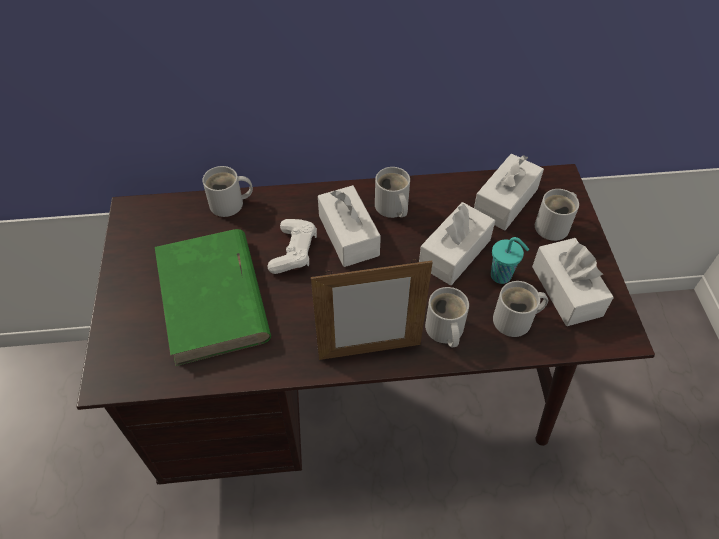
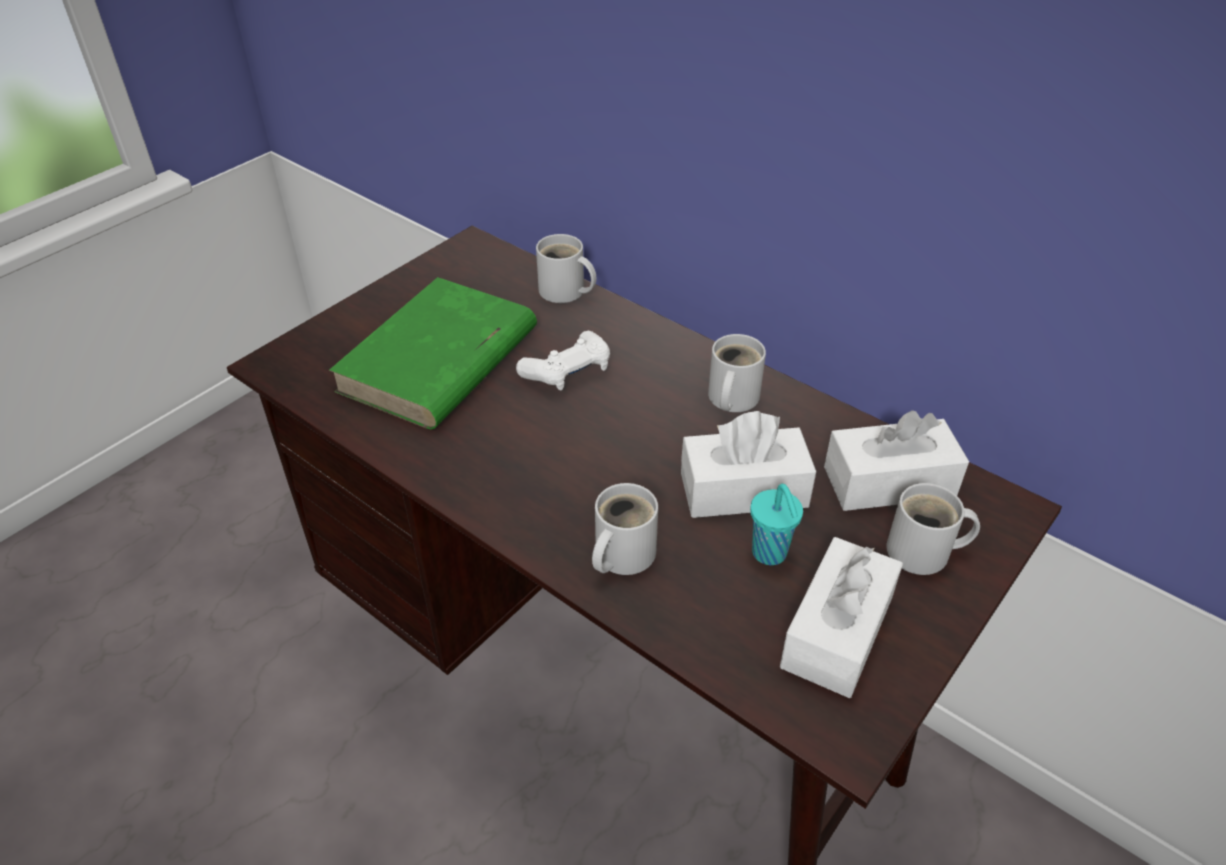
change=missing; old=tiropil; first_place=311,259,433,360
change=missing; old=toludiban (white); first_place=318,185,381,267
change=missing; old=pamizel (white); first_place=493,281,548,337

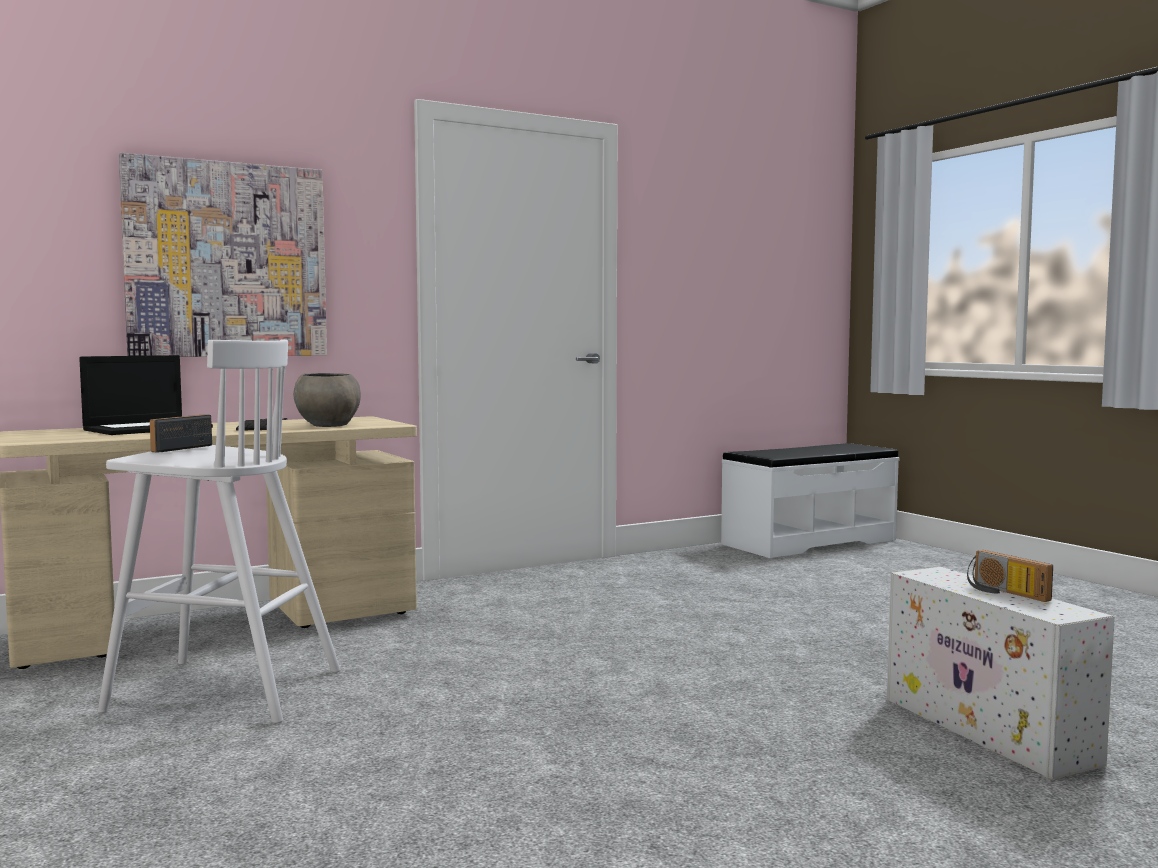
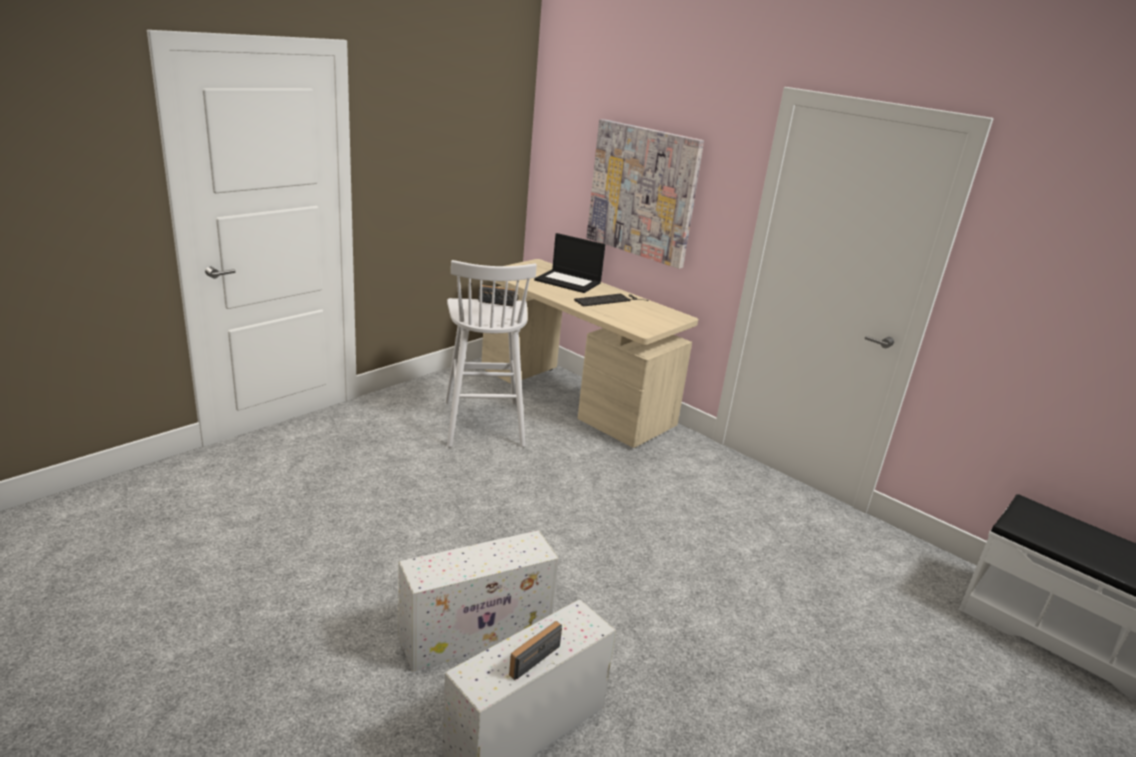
change=appeared; new=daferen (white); second_place=399,530,559,672
change=missing; old=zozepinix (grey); first_place=293,373,361,427

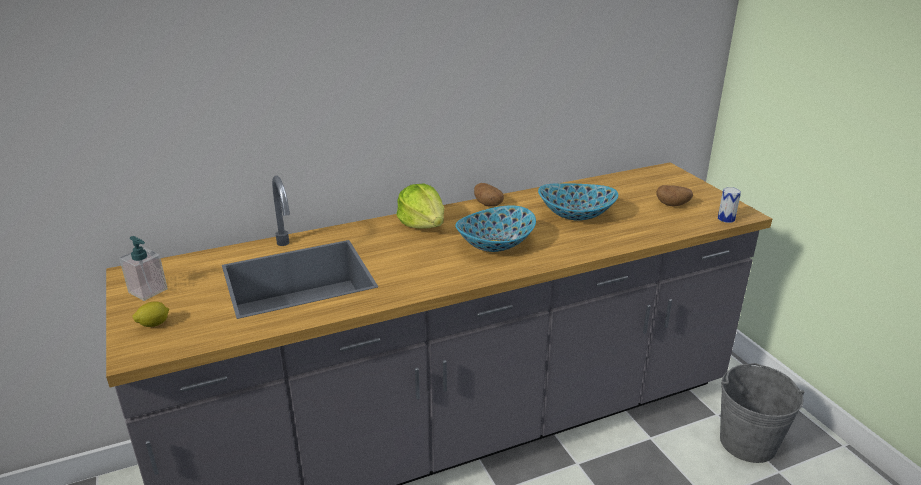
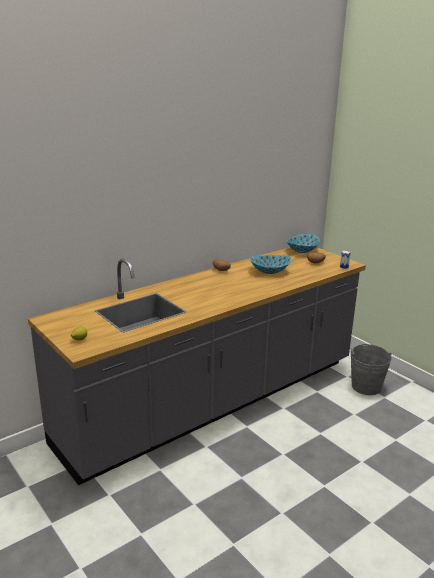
change=relocated; old=zozepinix; first_place=455,205,536,252; second_place=286,234,320,253
change=missing; old=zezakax; first_place=119,236,168,301
change=missing; old=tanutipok; first_place=396,183,444,229

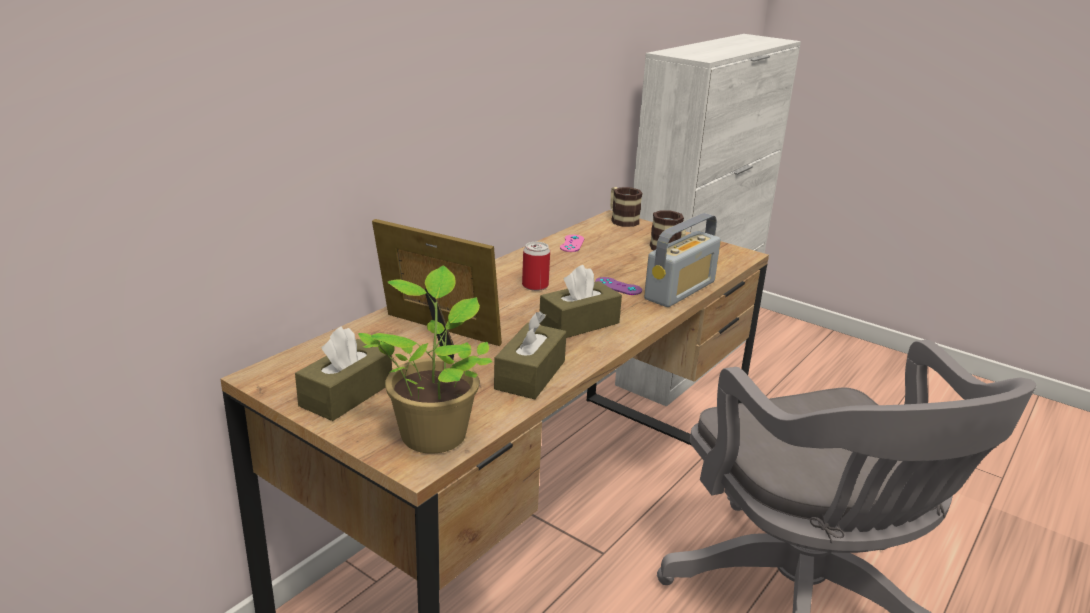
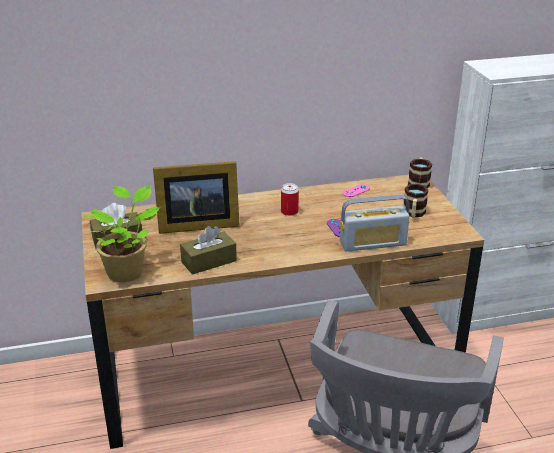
change=spun; old=tiropil; first_place=372,219,502,359; second_place=153,161,240,234; degrees=105
change=missing; old=toludiban (brown); first_place=540,265,622,338

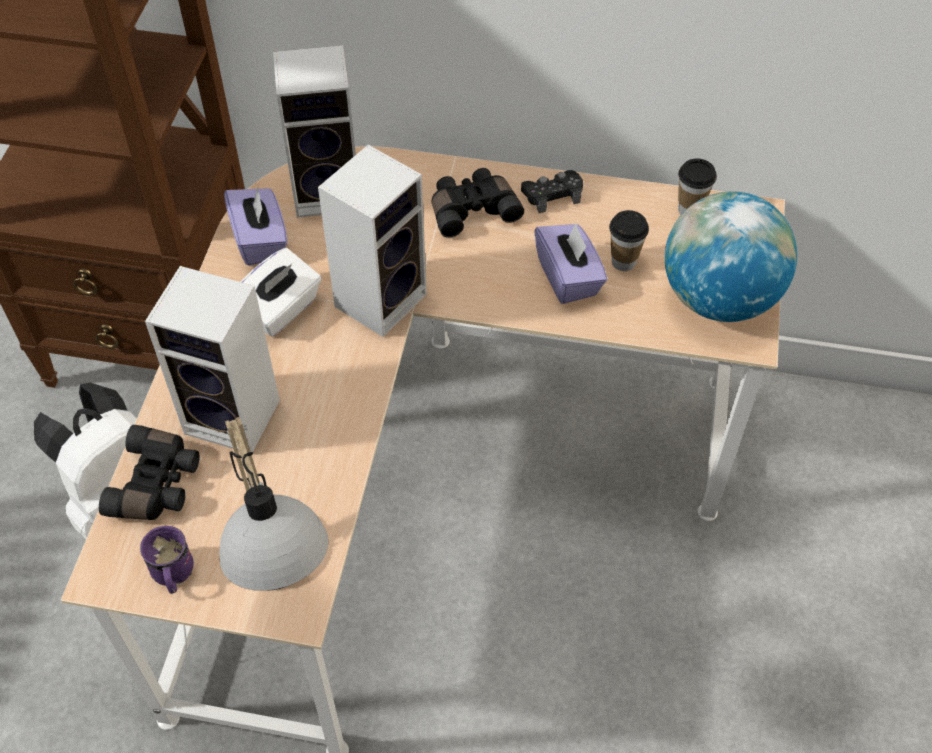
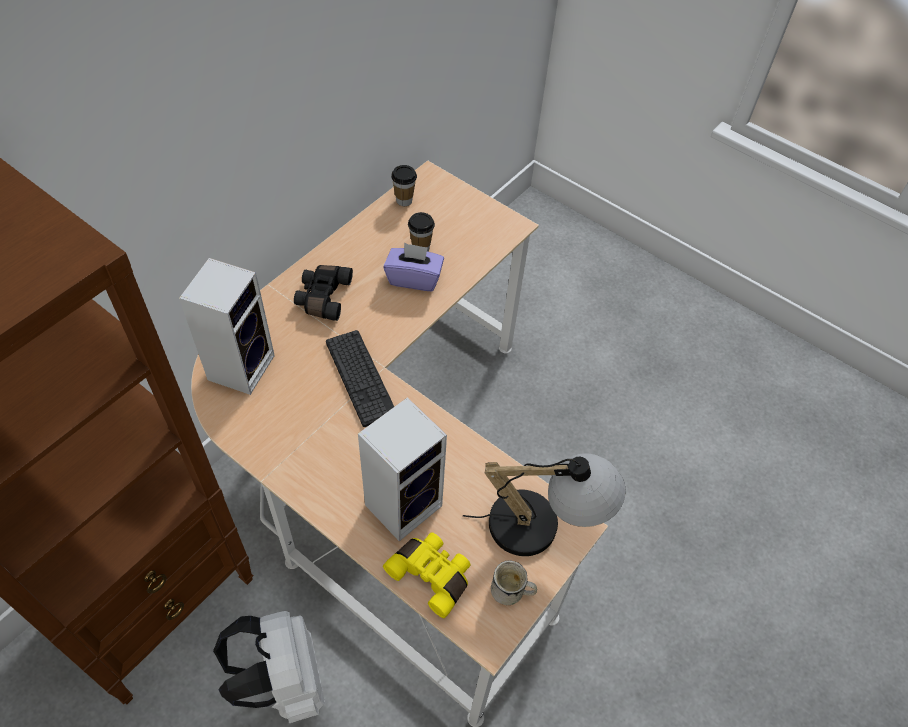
change=exchanged; old=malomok; new=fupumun; first_place=318,145,427,337; second_place=326,330,394,427
change=colour; old=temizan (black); new=temizan (yellow); first_place=99,425,200,520; second_place=383,532,471,618
change=colour; old=pamizel (purple); new=pamizel (white); first_place=140,526,194,594; second_place=491,560,537,605
change=missing; old=toludiban (purple); first_place=224,187,288,266
change=missing; old=toludiban (white); first_place=241,248,321,337
change=missing; old=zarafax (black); first_place=521,170,583,213
change=missing; old=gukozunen; first_place=665,191,797,322

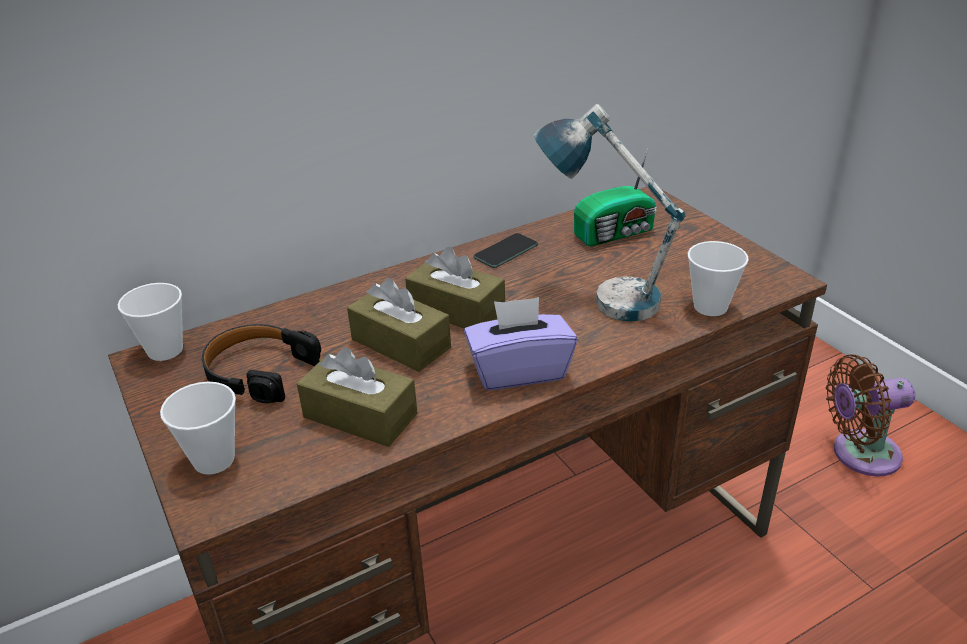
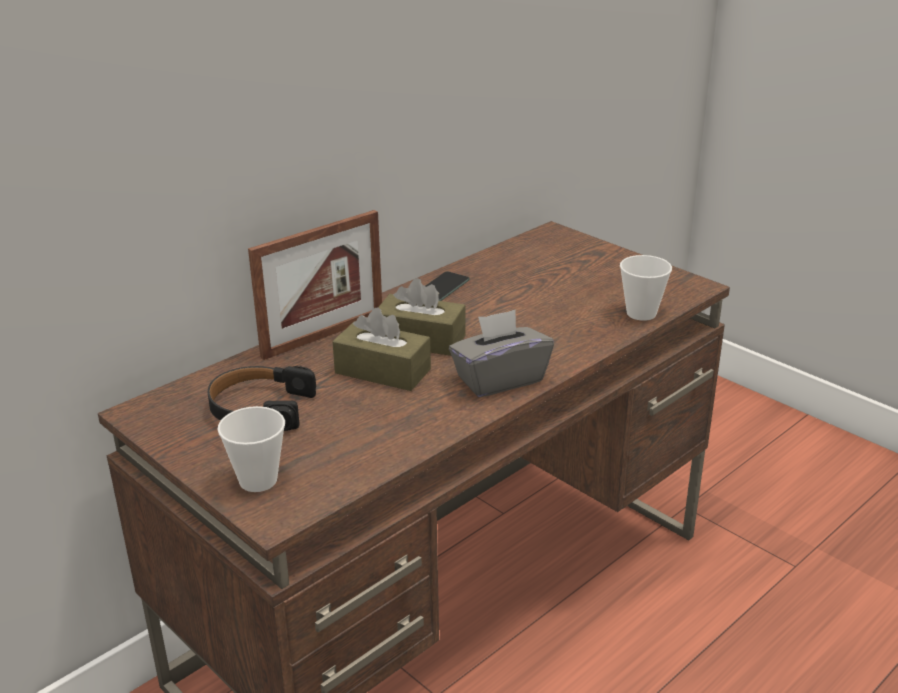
change=appeared; new=tiropil; second_place=248,210,382,360
change=colour; old=toludiban (purple); new=toludiban (grey); first_place=464,297,577,390; second_place=449,310,554,397
change=missing; old=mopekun; first_place=118,283,183,361
change=missing; old=toludiban (brown); first_place=297,347,418,447
change=missing; old=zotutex; first_place=533,104,685,322
change=missing; old=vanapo; first_place=574,146,657,247
change=missing; old=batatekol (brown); first_place=826,354,915,477

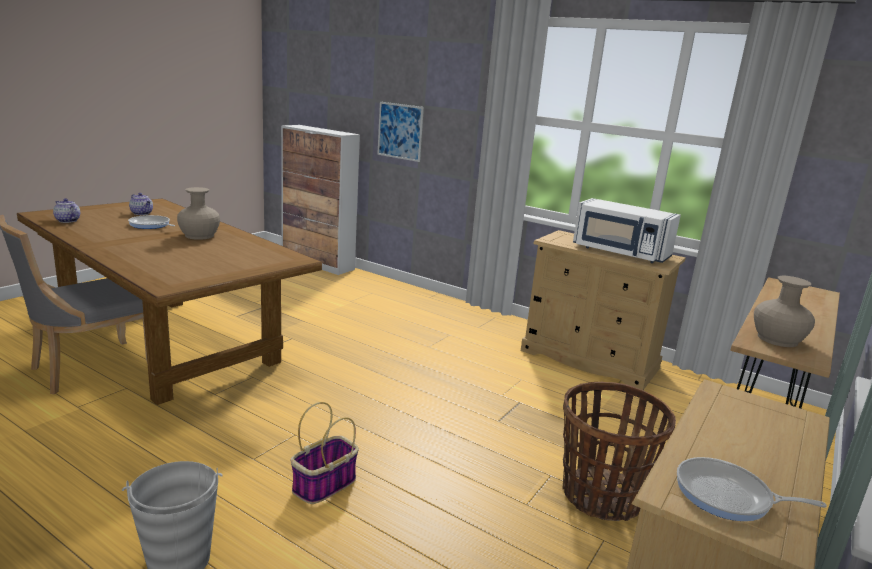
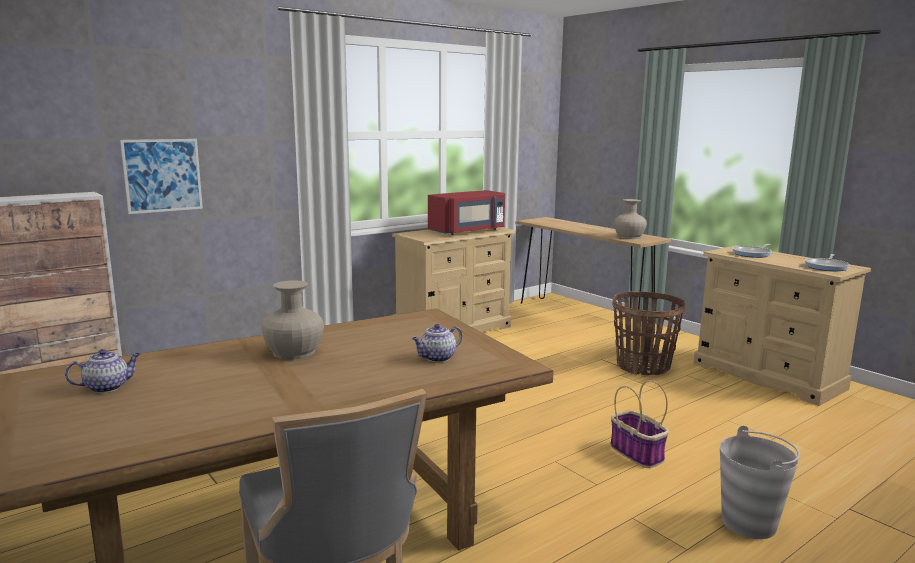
change=relocated; old=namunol; first_place=53,198,80,223; second_place=412,324,462,362
change=colour; old=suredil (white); new=suredil (red); first_place=573,198,681,263; second_place=428,190,505,235
change=relocated; old=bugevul; first_place=128,215,175,229; second_place=732,244,772,258

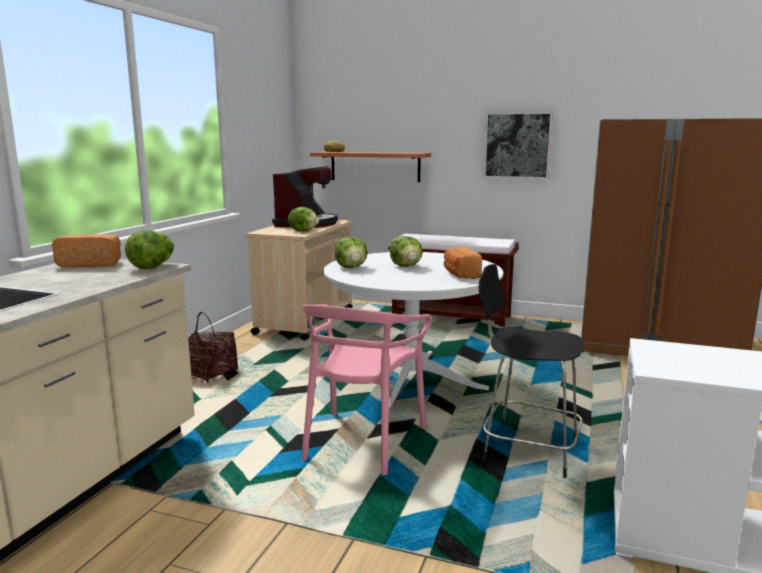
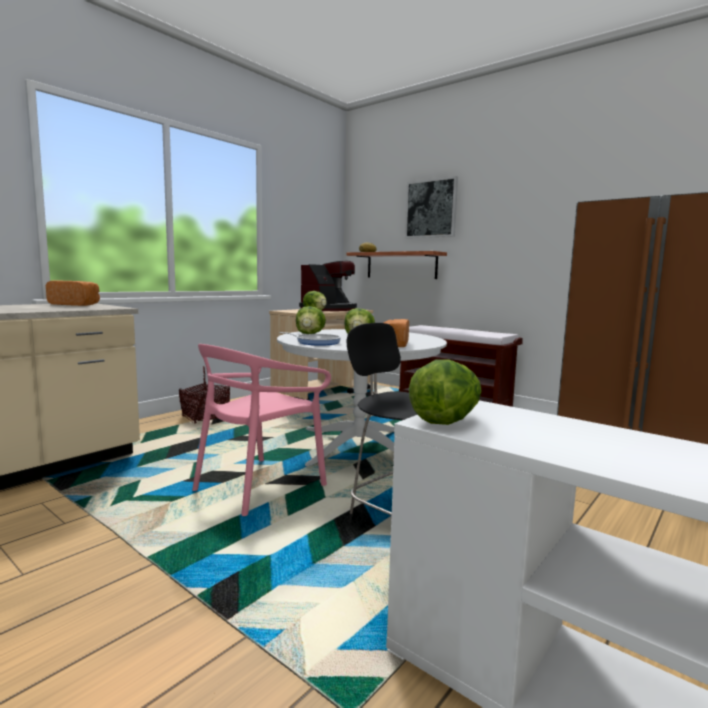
change=appeared; new=bugevul; second_place=279,332,341,346
change=relocated; old=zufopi; first_place=483,111,553,179; second_place=405,176,458,238
change=relocated; old=tanutipok; first_place=125,230,174,269; second_place=409,359,481,425

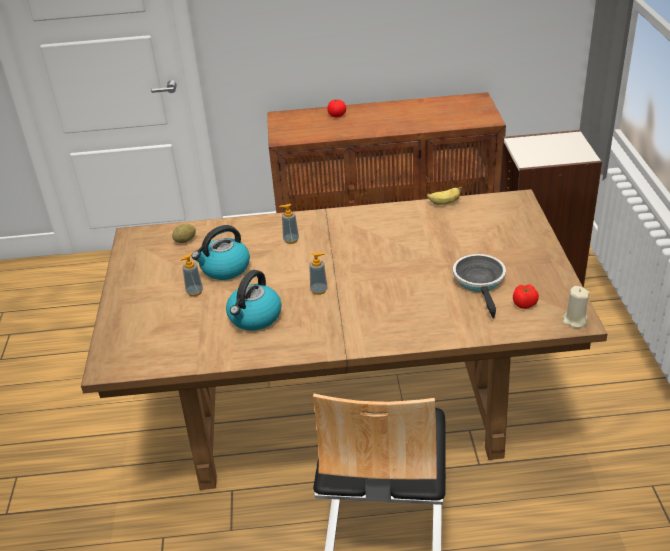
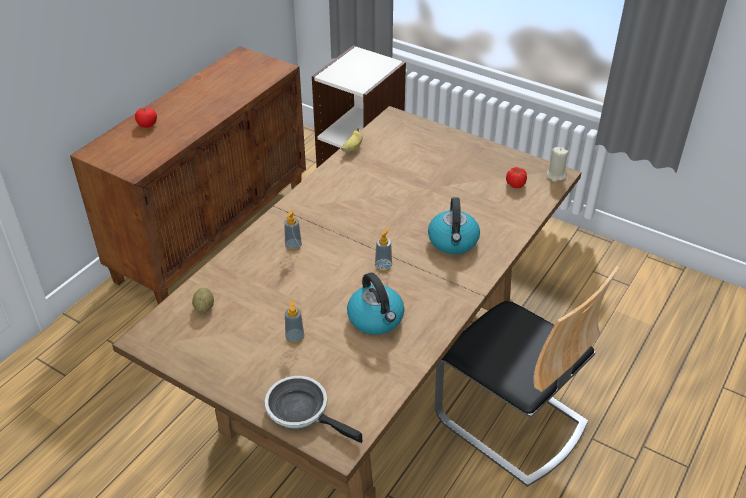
change=relocated; old=bugevul; first_place=453,254,506,318; second_place=265,376,362,443
change=relocated; old=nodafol; first_place=192,225,250,280; second_place=428,197,480,254

